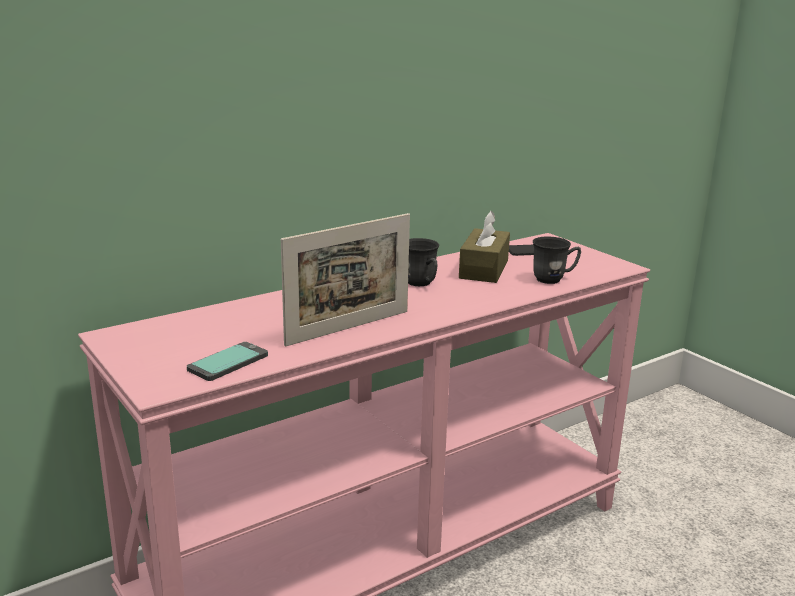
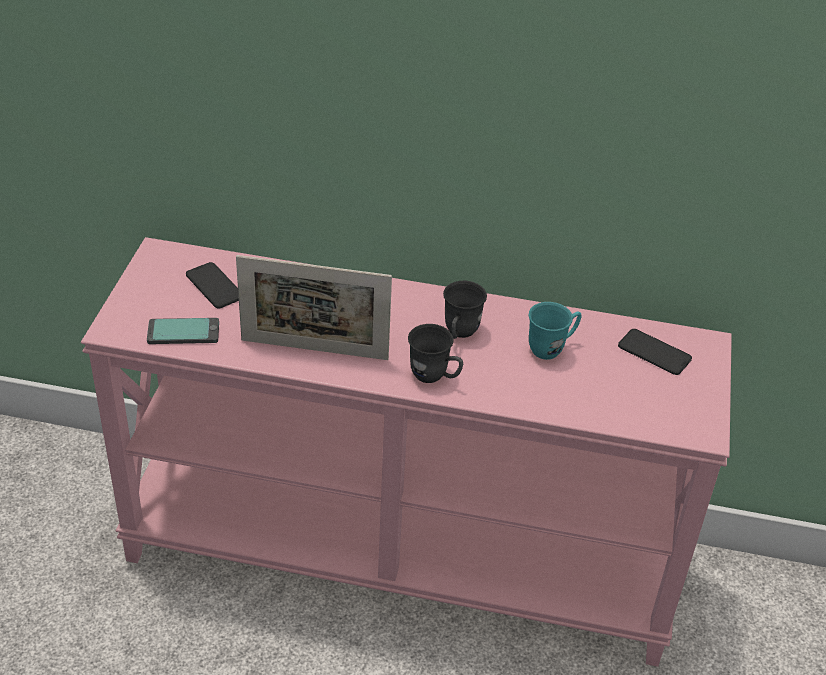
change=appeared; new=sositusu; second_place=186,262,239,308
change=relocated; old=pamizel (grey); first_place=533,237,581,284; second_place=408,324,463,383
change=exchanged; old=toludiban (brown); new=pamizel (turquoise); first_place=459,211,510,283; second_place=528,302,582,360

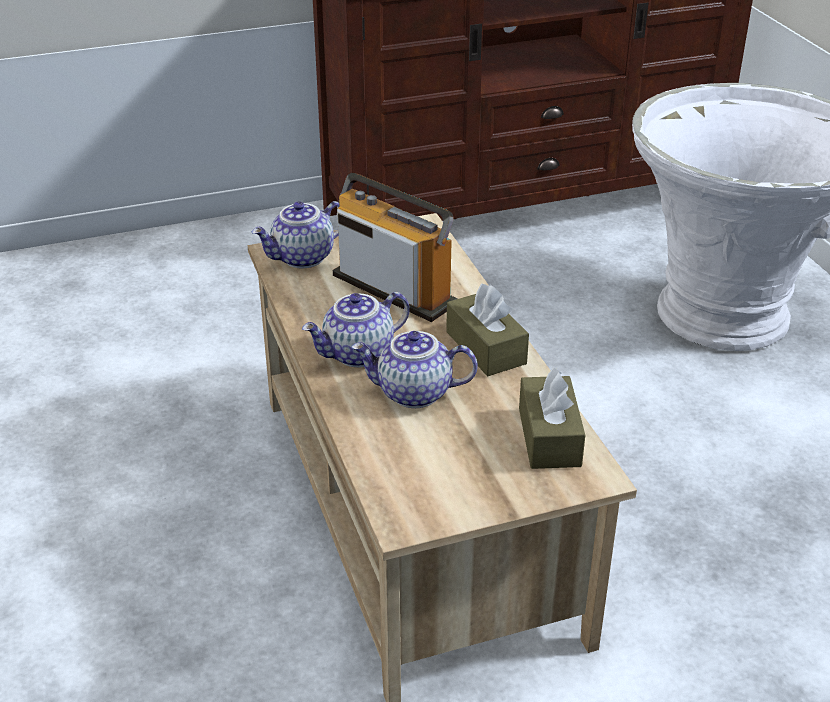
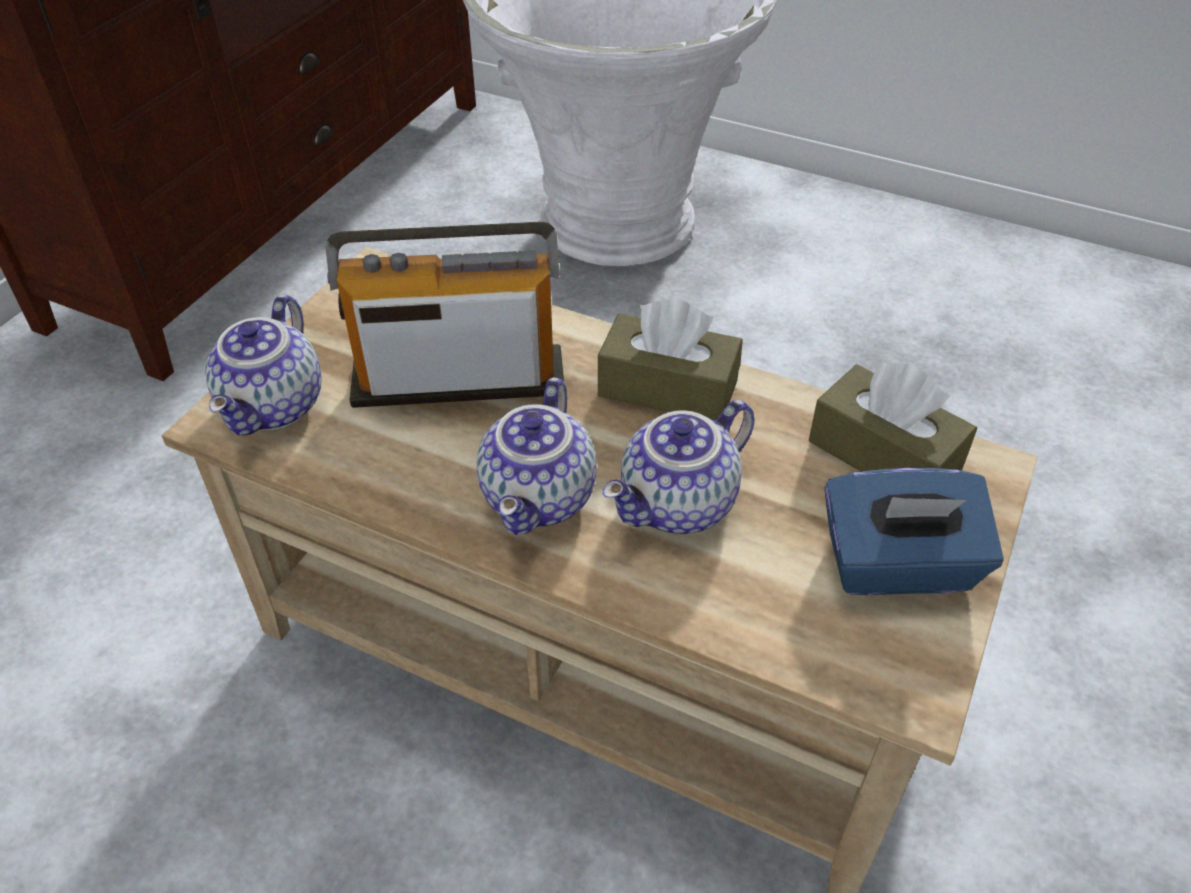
change=appeared; new=toludiban (blue); second_place=825,468,1004,595

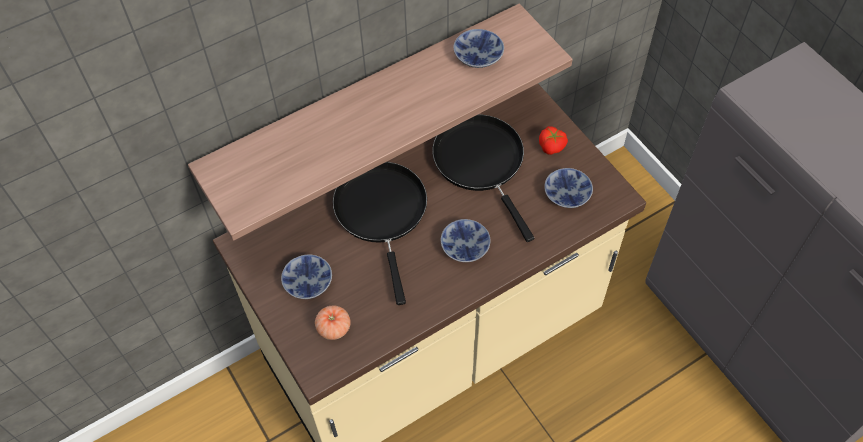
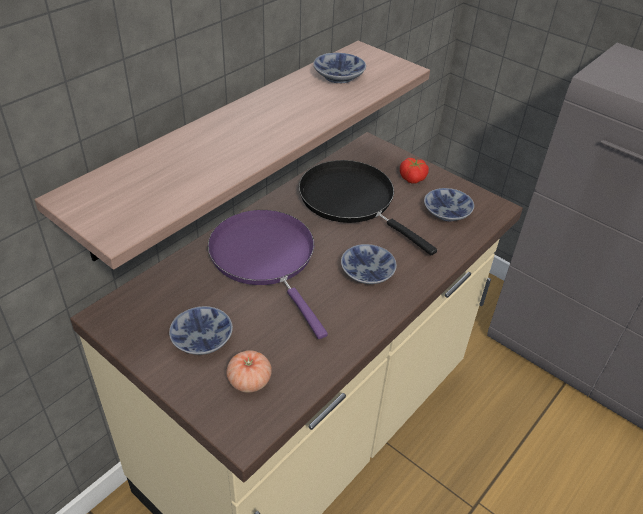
change=colour; old=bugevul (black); new=bugevul (purple); first_place=333,162,427,305; second_place=207,210,328,339

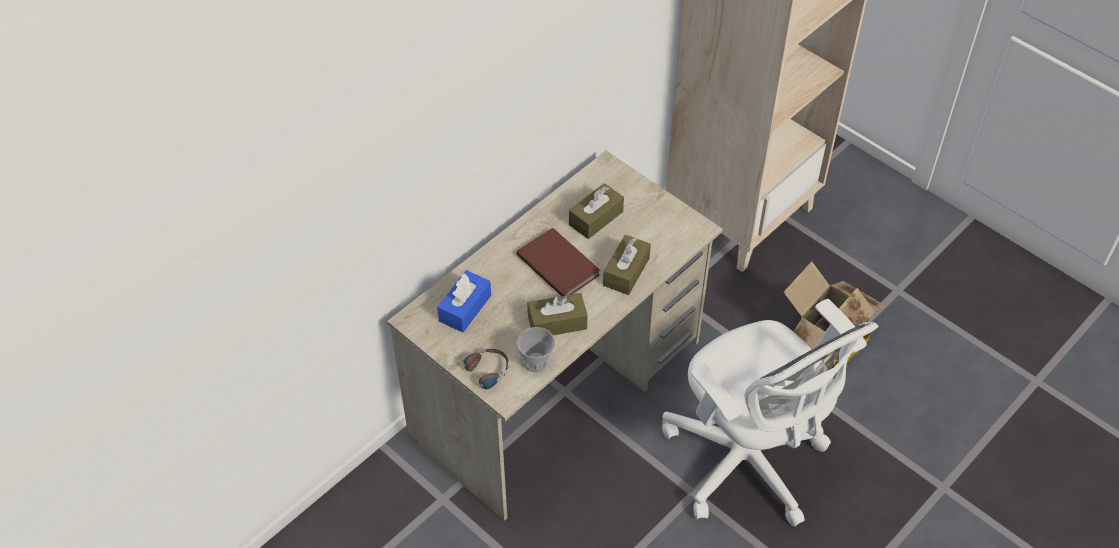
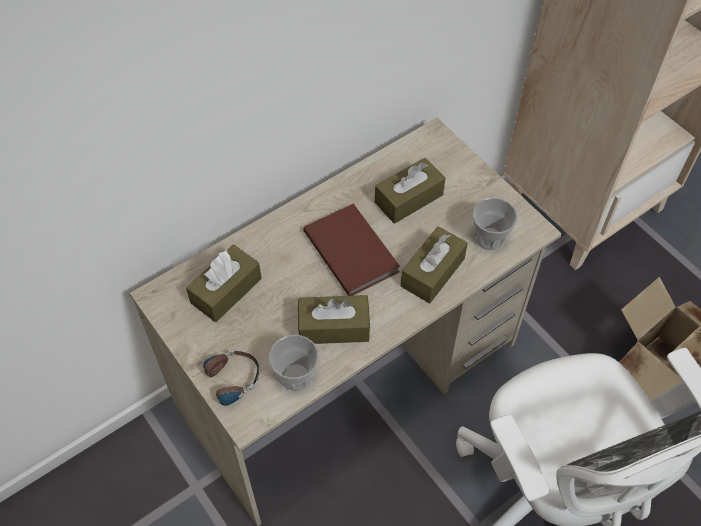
change=colour; old=toludiban (blue); new=toludiban (brown); first_place=437,270,491,333; second_place=186,245,262,322
change=appeared; new=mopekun; second_place=472,197,518,250

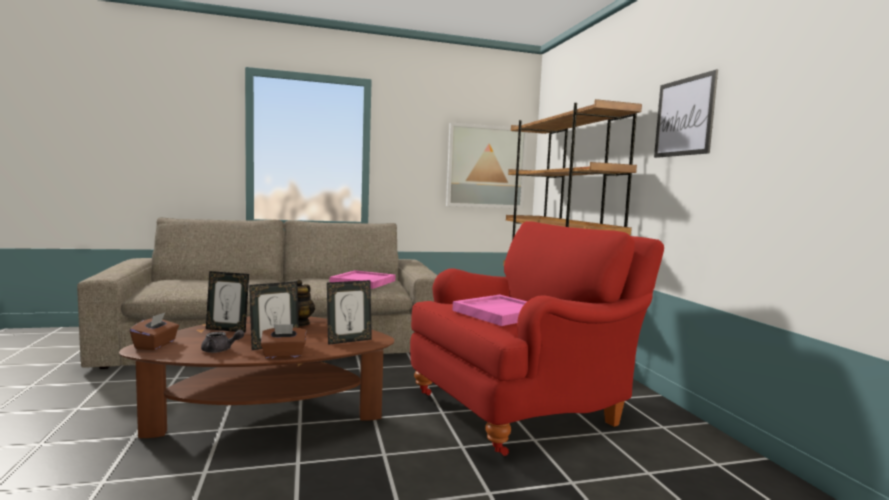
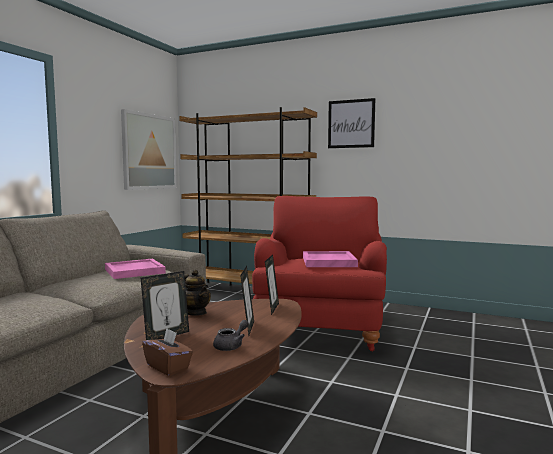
change=missing; old=toludiban (brown); first_place=261,324,306,359

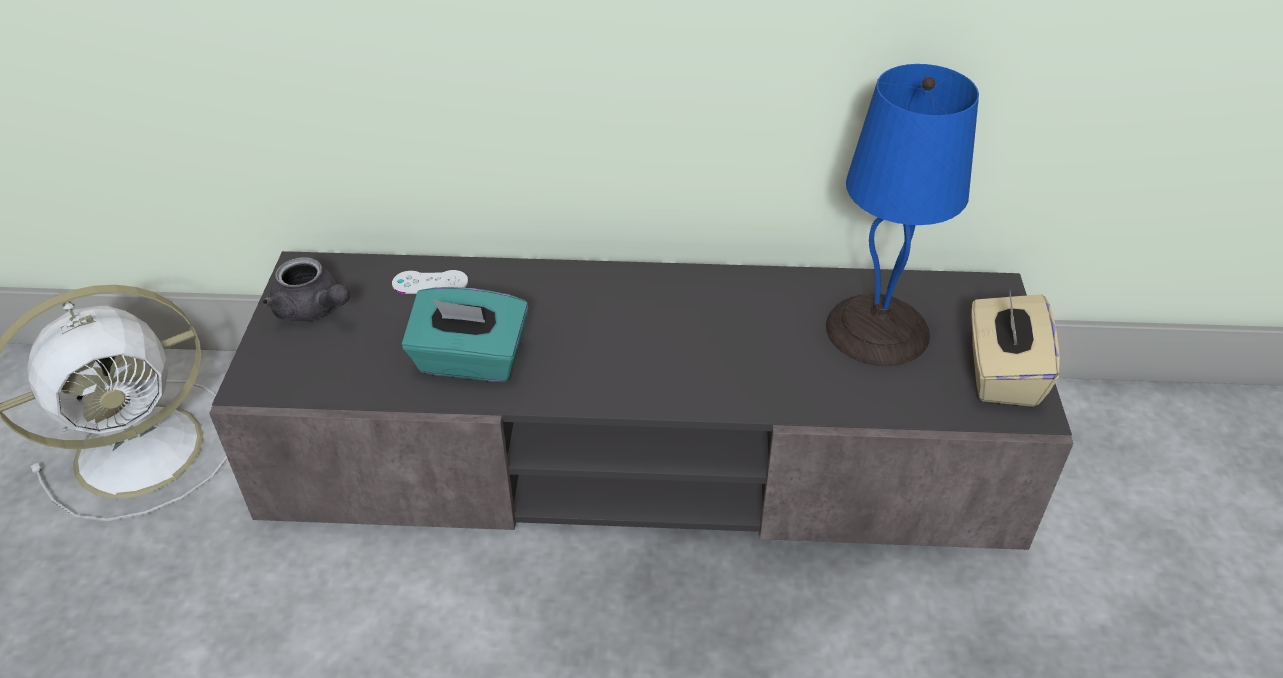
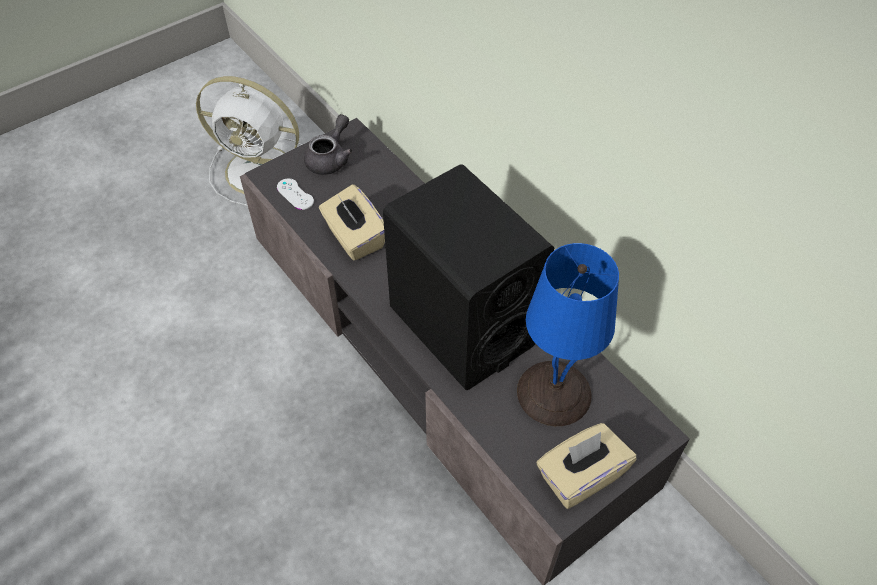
change=relocated; old=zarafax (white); first_place=392,270,468,294; second_place=277,178,314,210
change=spun; old=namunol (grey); first_place=263,257,350,322; second_place=304,114,353,175; degrees=-150
change=colour; old=toludiban (turquoise); new=toludiban (beige); first_place=402,287,529,382; second_place=319,184,385,261
change=appeared; new=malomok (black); second_place=383,164,554,390

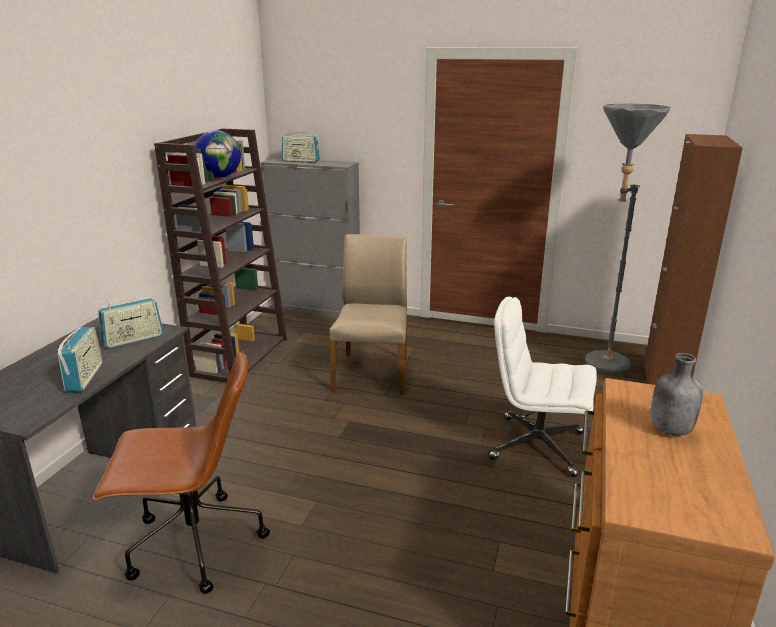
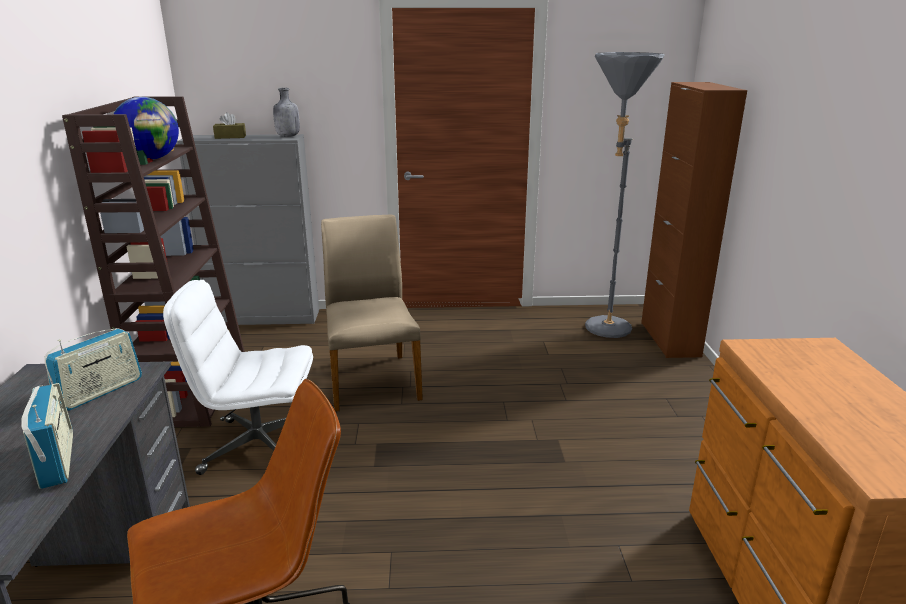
change=relocated; old=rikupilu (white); first_place=489,297,597,477; second_place=163,280,313,475
change=exchanged; old=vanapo; new=toludiban (brown); first_place=282,129,320,163; second_place=213,112,246,139
change=relocated; old=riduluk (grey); first_place=651,353,703,435; second_place=273,88,300,137

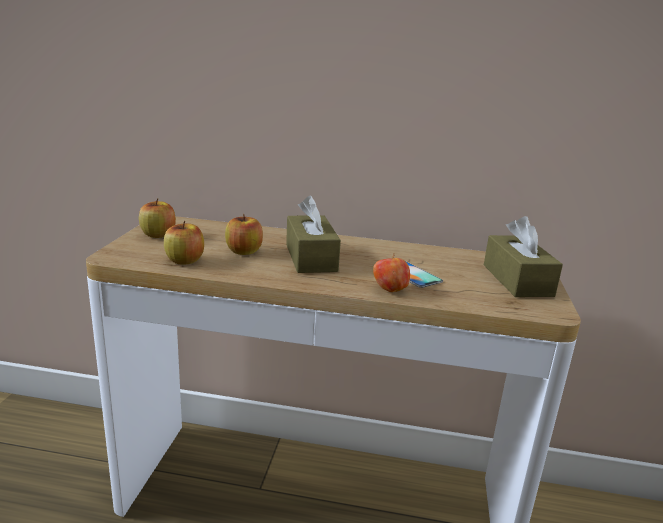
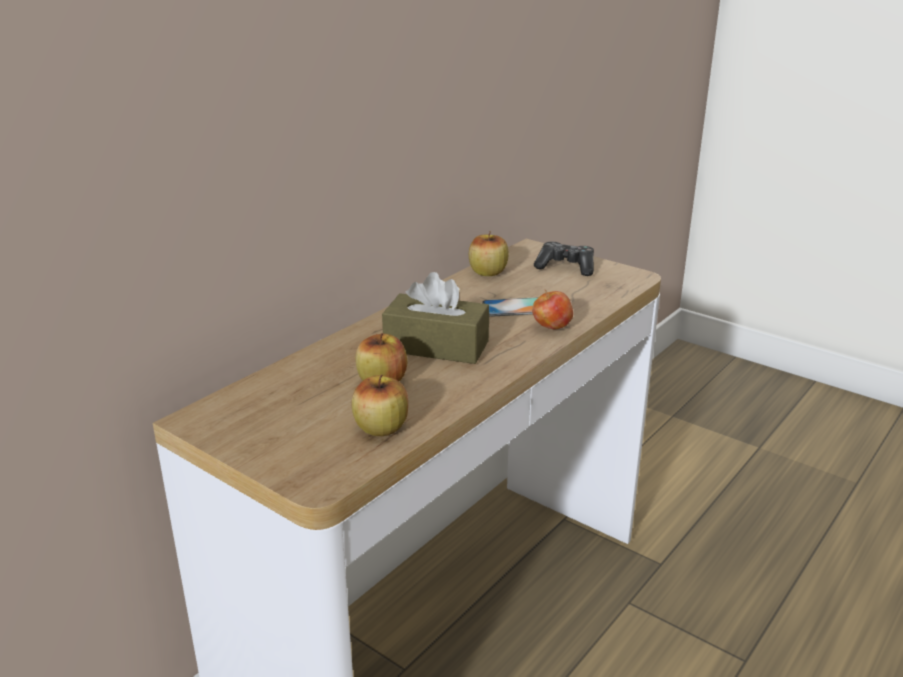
change=relocated; old=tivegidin; first_place=139,198,176,238; second_place=469,231,508,276
change=exchanged; old=toludiban (brown); new=zarafax; first_place=484,216,563,297; second_place=534,242,594,276

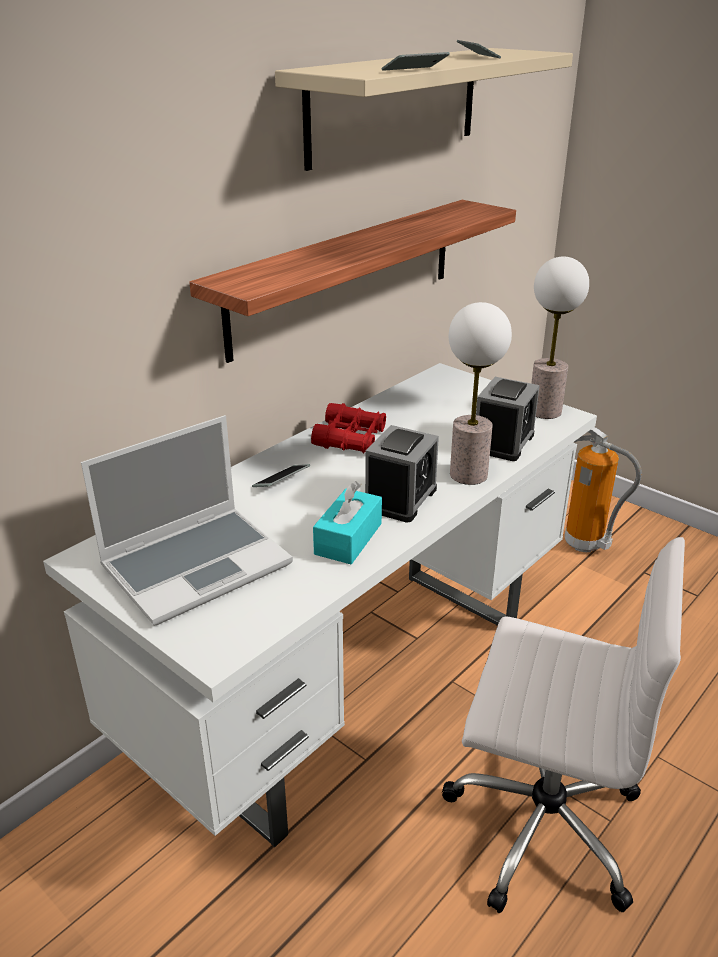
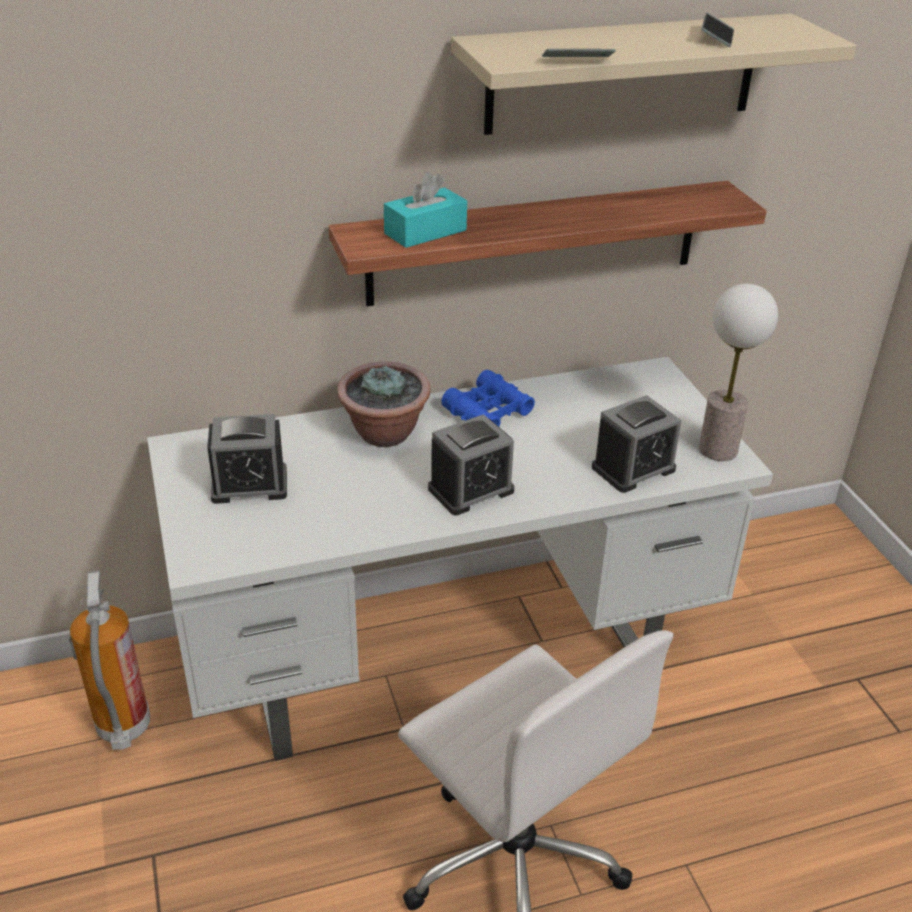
change=relocated; old=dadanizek; first_place=565,427,642,552; second_place=69,570,151,750
change=exchanged; old=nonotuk; new=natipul; first_place=81,415,293,625; second_place=207,414,287,504
change=exchanged; old=sositusu; new=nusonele; first_place=252,464,310,487; second_place=337,361,431,447
change=relocated; old=toludiban (turquoise); first_place=313,481,382,564; second_place=384,172,467,248
change=colour; old=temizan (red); new=temizan (blue); first_place=311,403,386,453; second_place=441,370,535,427
change=missing; old=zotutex; first_place=449,302,512,485

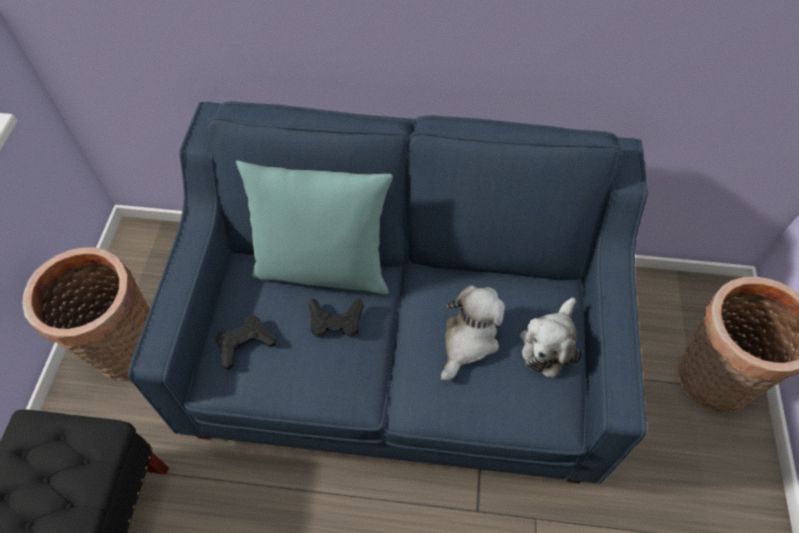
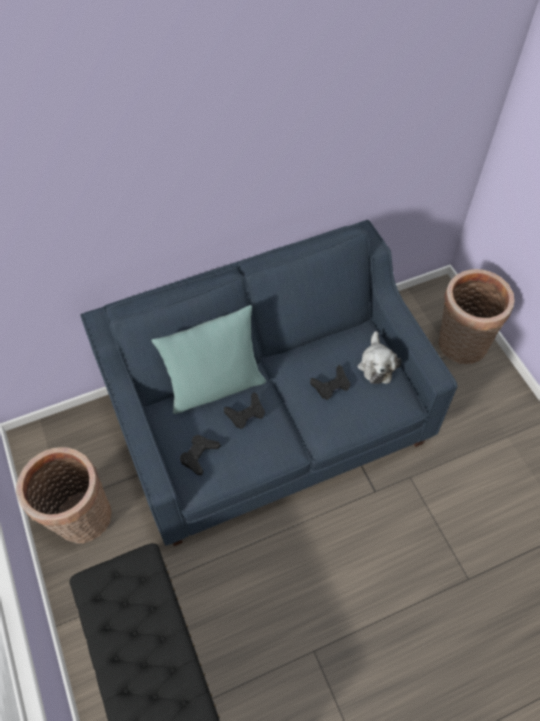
change=exchanged; old=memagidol; new=zarafax (black); first_place=441,285,505,381; second_place=310,365,350,400

